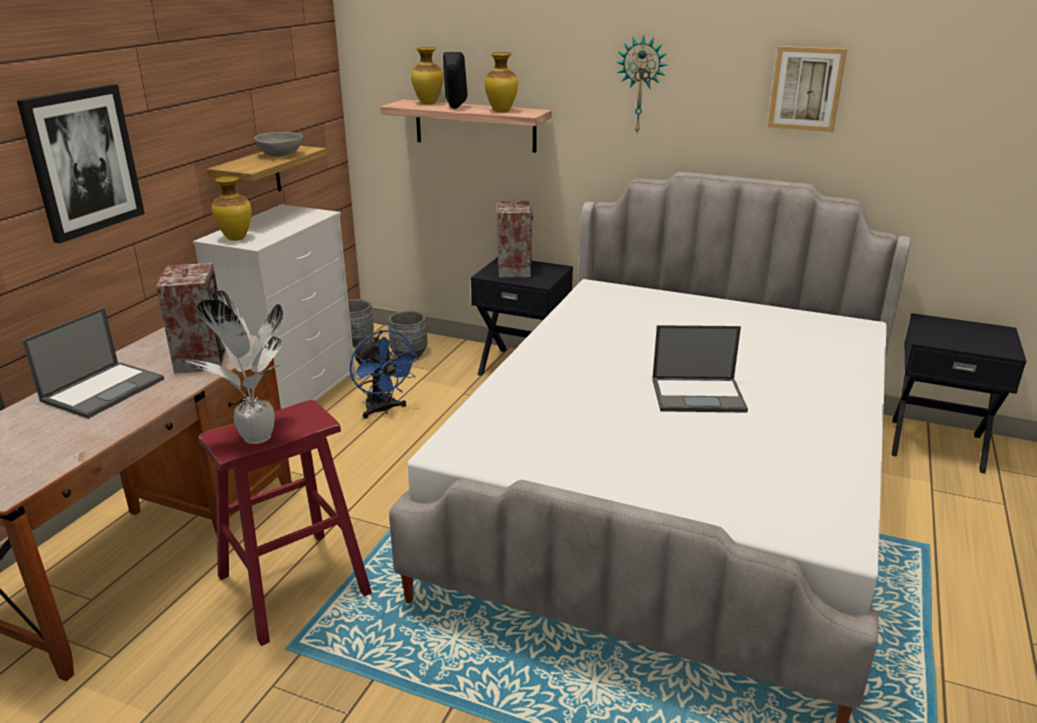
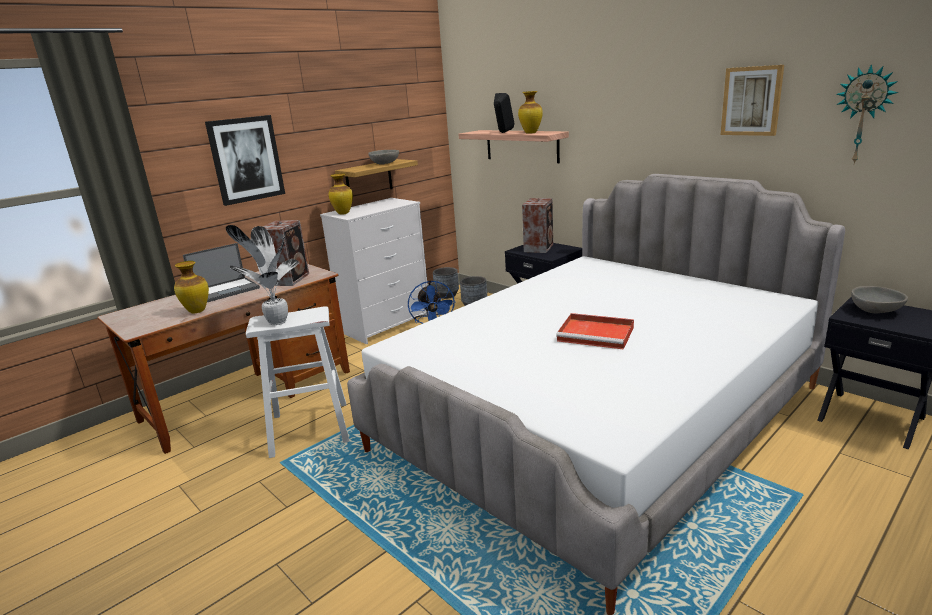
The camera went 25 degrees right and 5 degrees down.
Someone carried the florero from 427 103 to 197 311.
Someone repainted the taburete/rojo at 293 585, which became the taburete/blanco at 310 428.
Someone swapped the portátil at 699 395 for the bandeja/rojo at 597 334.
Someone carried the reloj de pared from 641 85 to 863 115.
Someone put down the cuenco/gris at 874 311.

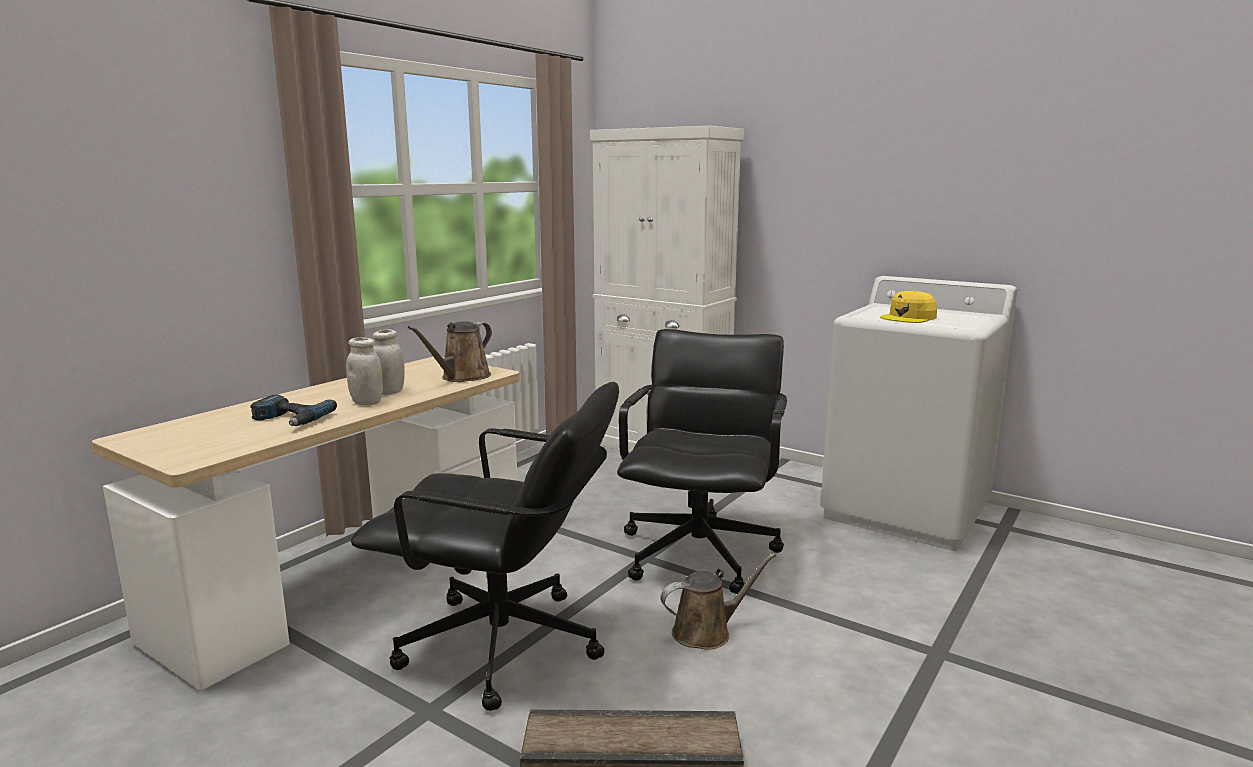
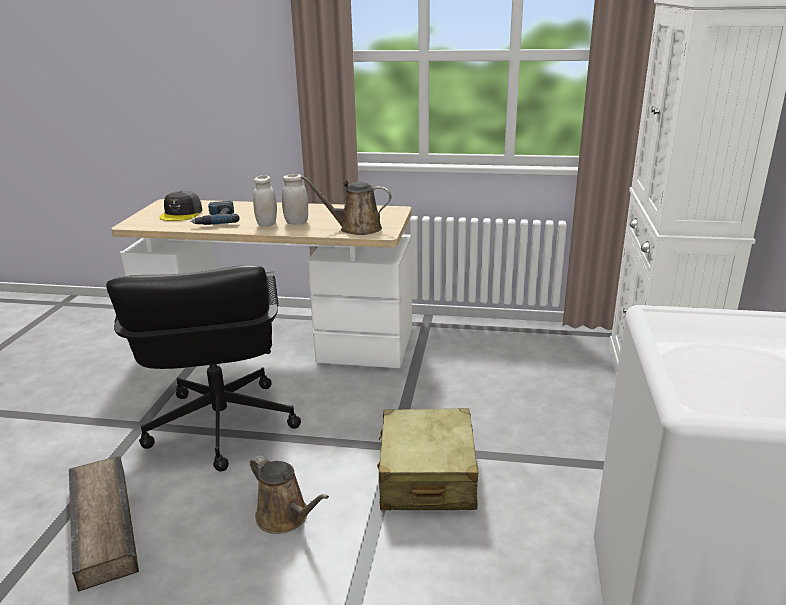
The camera went 65 degrees right and 10 degrees up.
Someone put down the gorra/gris at 181 213.
Someone swapped the silla de oficina/negro at 700 553 for the maleta/beis at 427 476.
Someone took away the gorra/amarillo at 908 318.

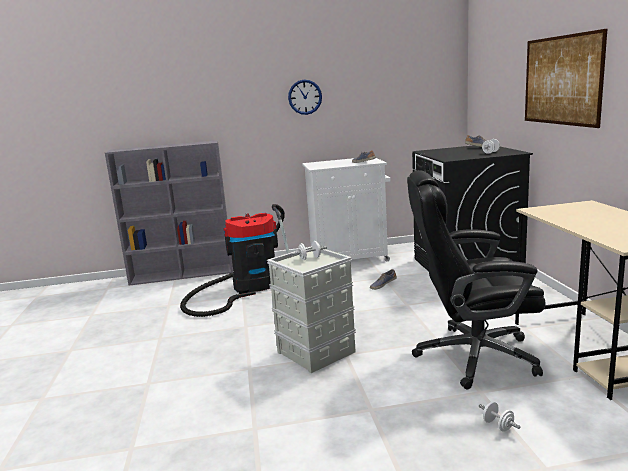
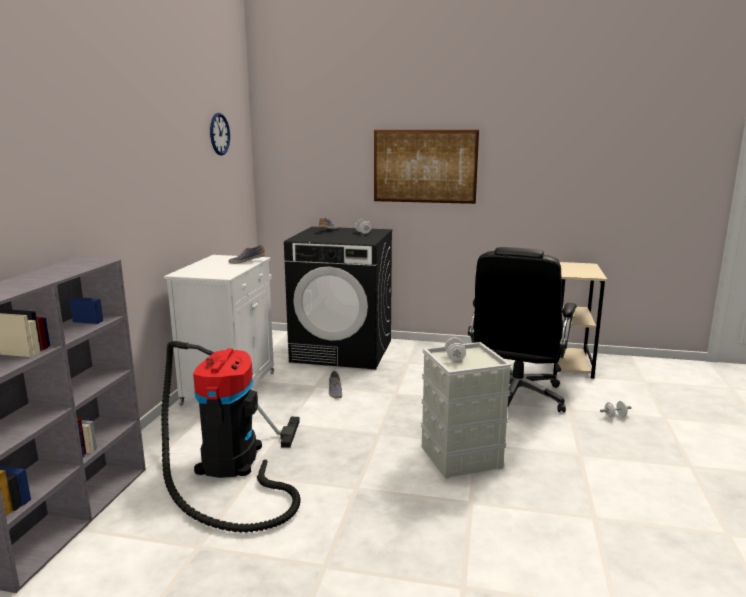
The camera went 70 degrees left and 0 degrees up.
Someone carried the reloj de pared from 305 97 to 219 134.

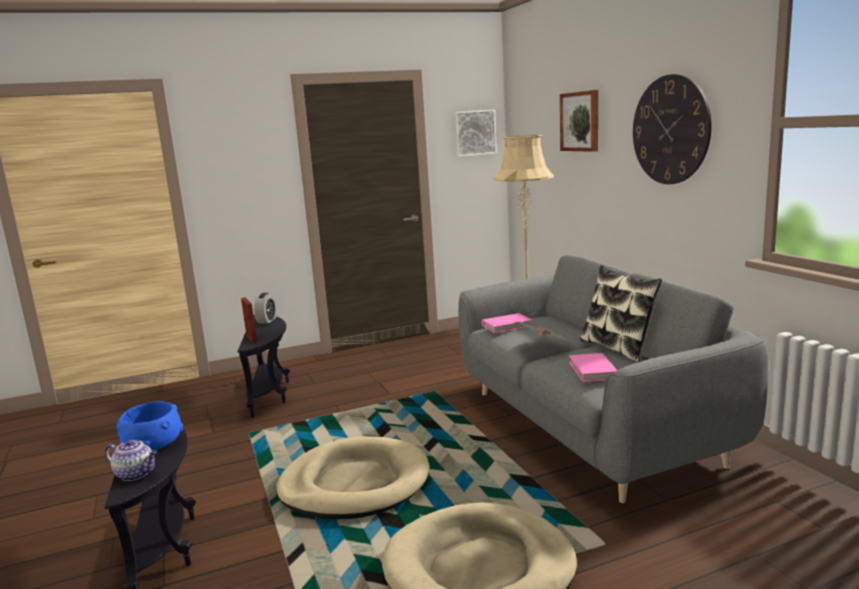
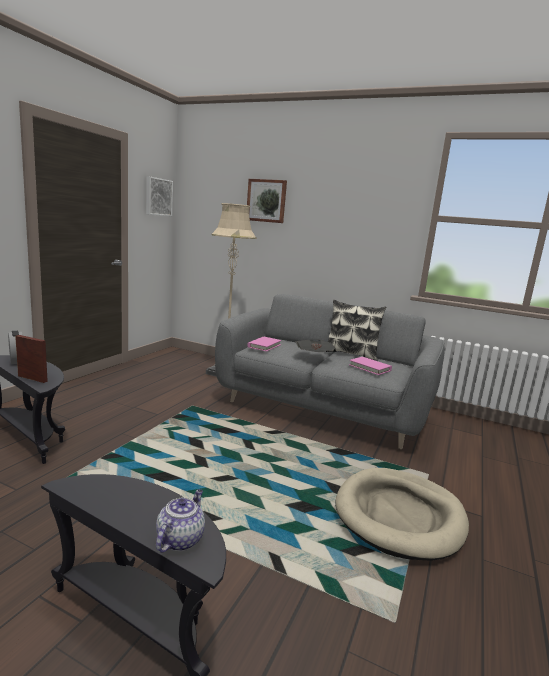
The camera went 45 degrees left and 0 degrees up.
Someone rotated the tetera at 136 474 by 45 degrees counterclockwise.
Someone took away the cuenco/azul at 153 443.
Someone took away the cama para perro/beis at 354 483.
Someone took away the reloj de pared at 670 130.

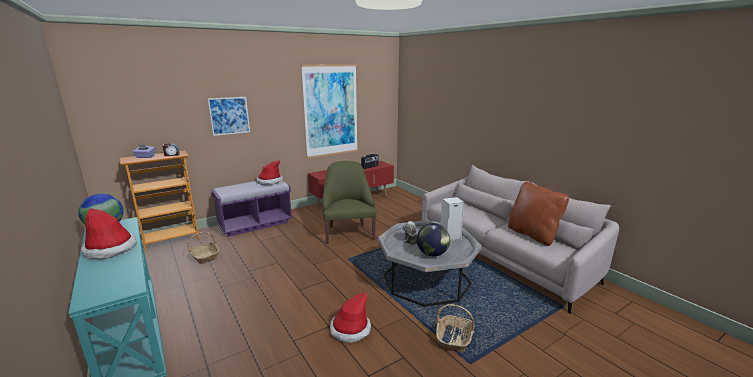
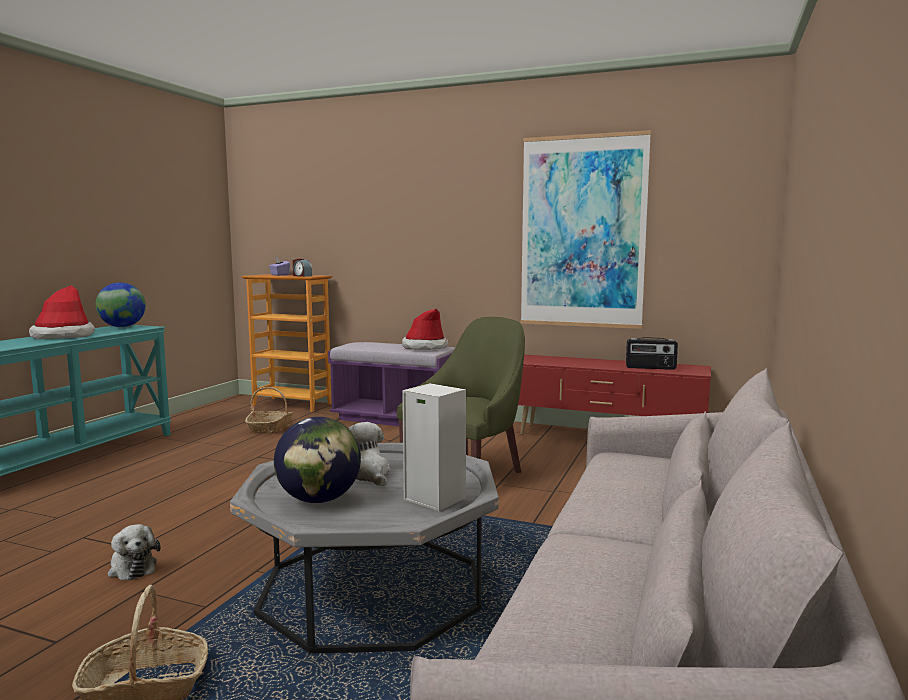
The camera went 55 degrees right and 10 degrees down.
Someone swapped the sombrero at 350 329 for the peluche at 132 567.
Someone took away the cuadro at 229 115.
Someone took away the cojín/marrón at 533 235.

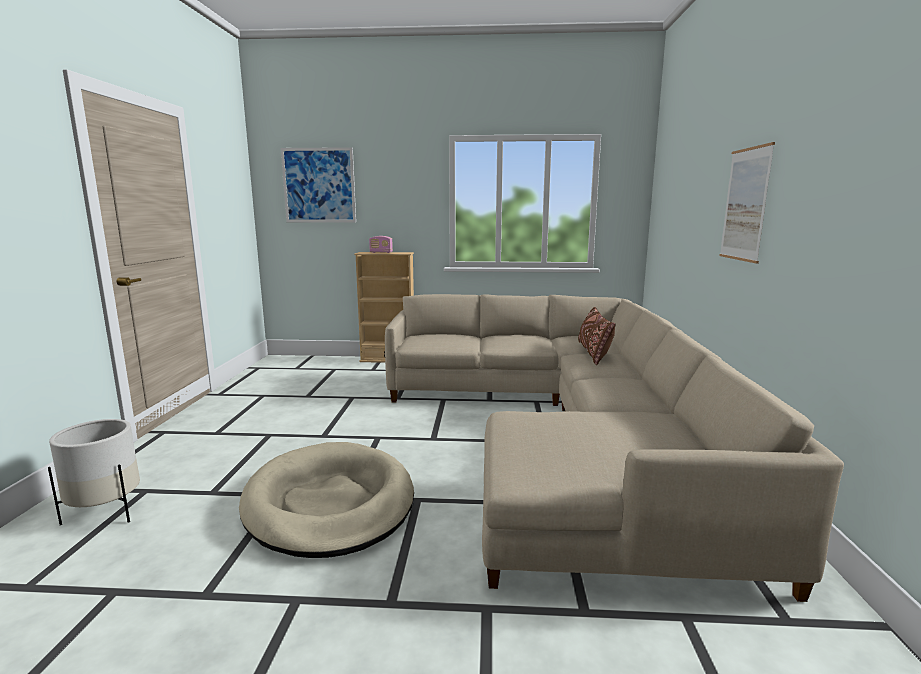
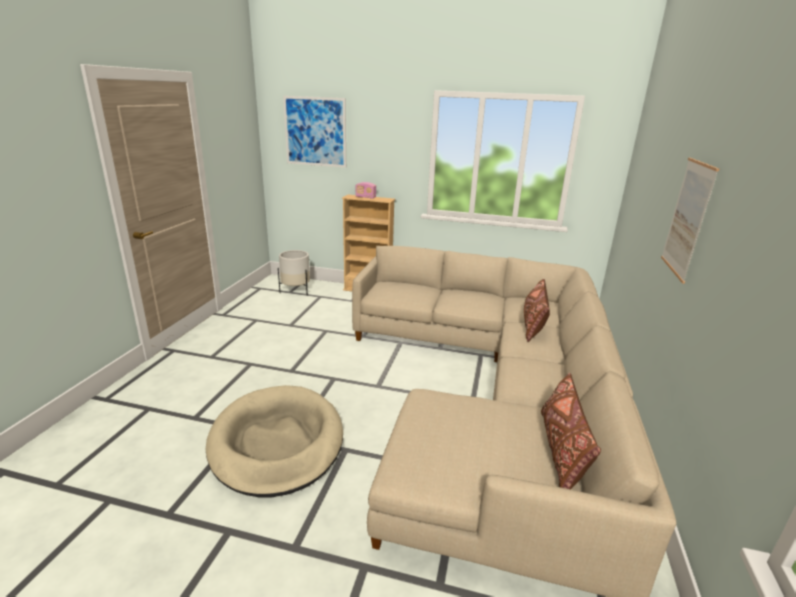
The camera went 10 degrees right and 10 degrees up.
Someone carried the maceta/blanco from 106 512 to 296 291.
Someone put down the cojín/marrón at 561 451.

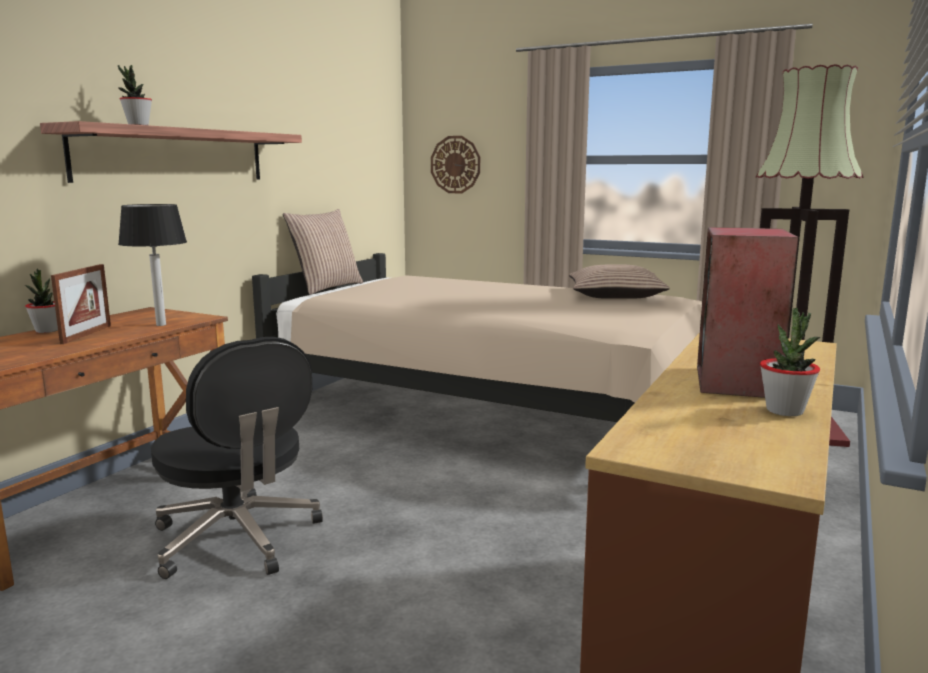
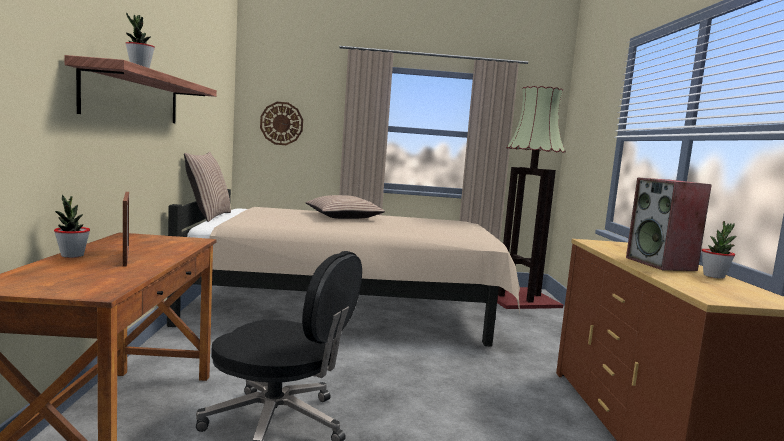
The camera went 30 degrees left and 5 degrees down.
Someone carried the cojín from 615 295 to 343 216.
Someone took away the lámpara de mesa at 160 325.

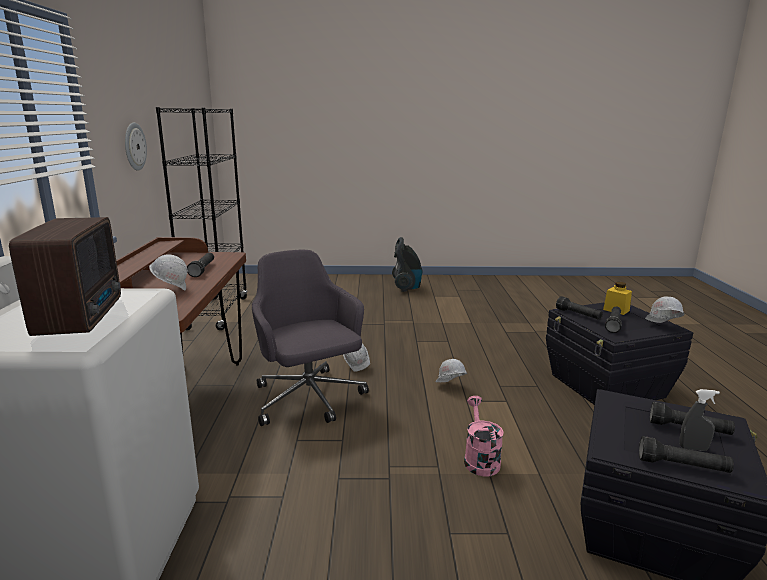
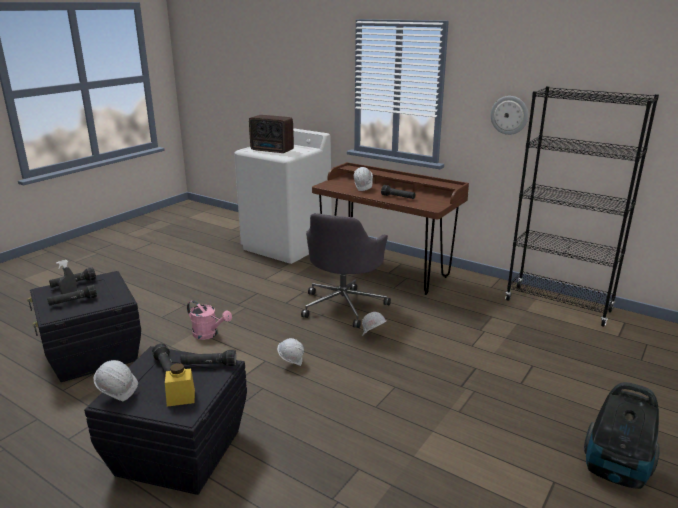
The camera went 125 degrees right and 5 degrees up.
Someone rotated the silla de oficina/gris at 309 399 by 105 degrees clockwise.

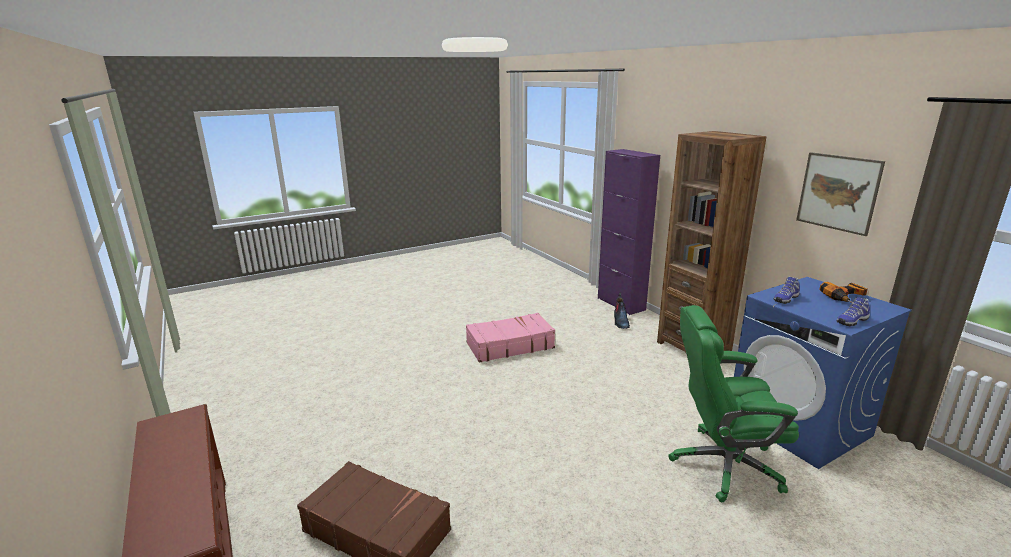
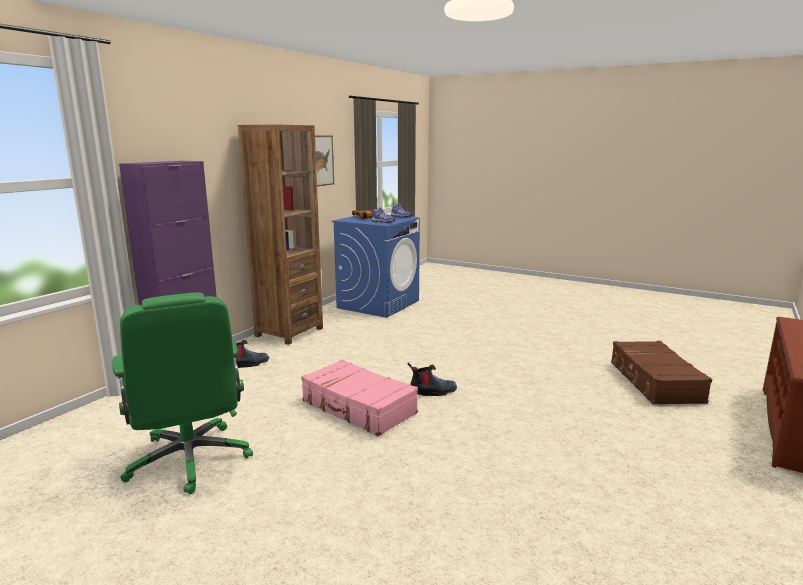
The camera went 120 degrees left and 5 degrees down.
Someone carried the silla de oficina/verde from 723 464 to 190 460.
Someone put down the bota at 432 392.

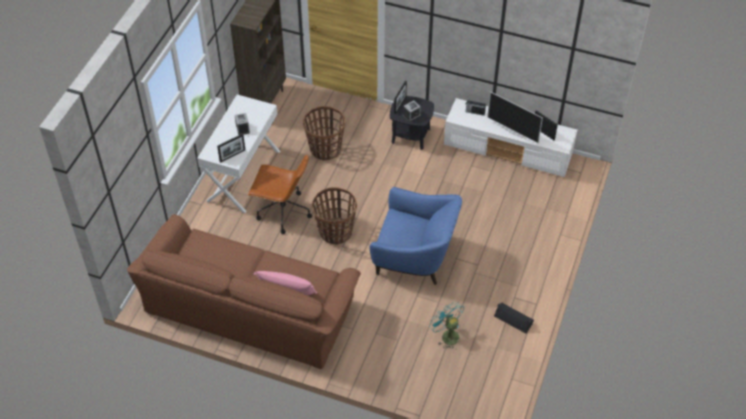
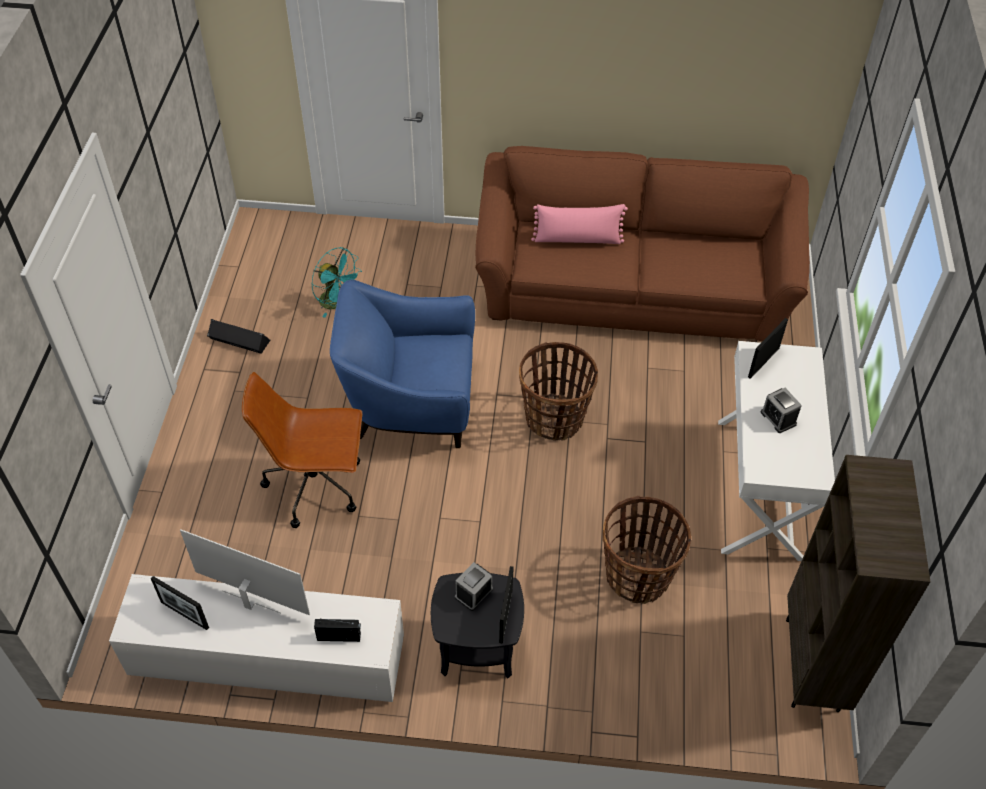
The camera went 165 degrees right and 0 degrees up.
Someone carried the silla de oficina/marrón from 282 212 to 316 485.

